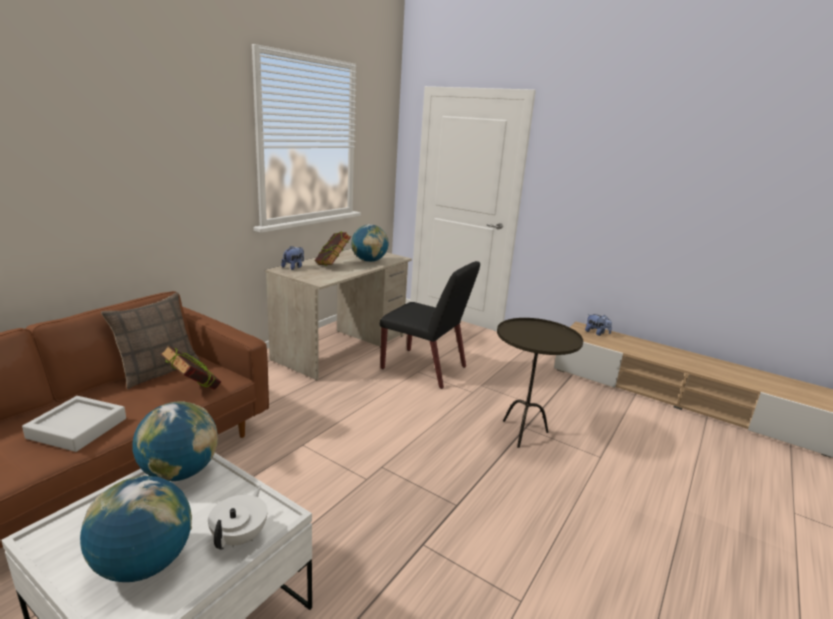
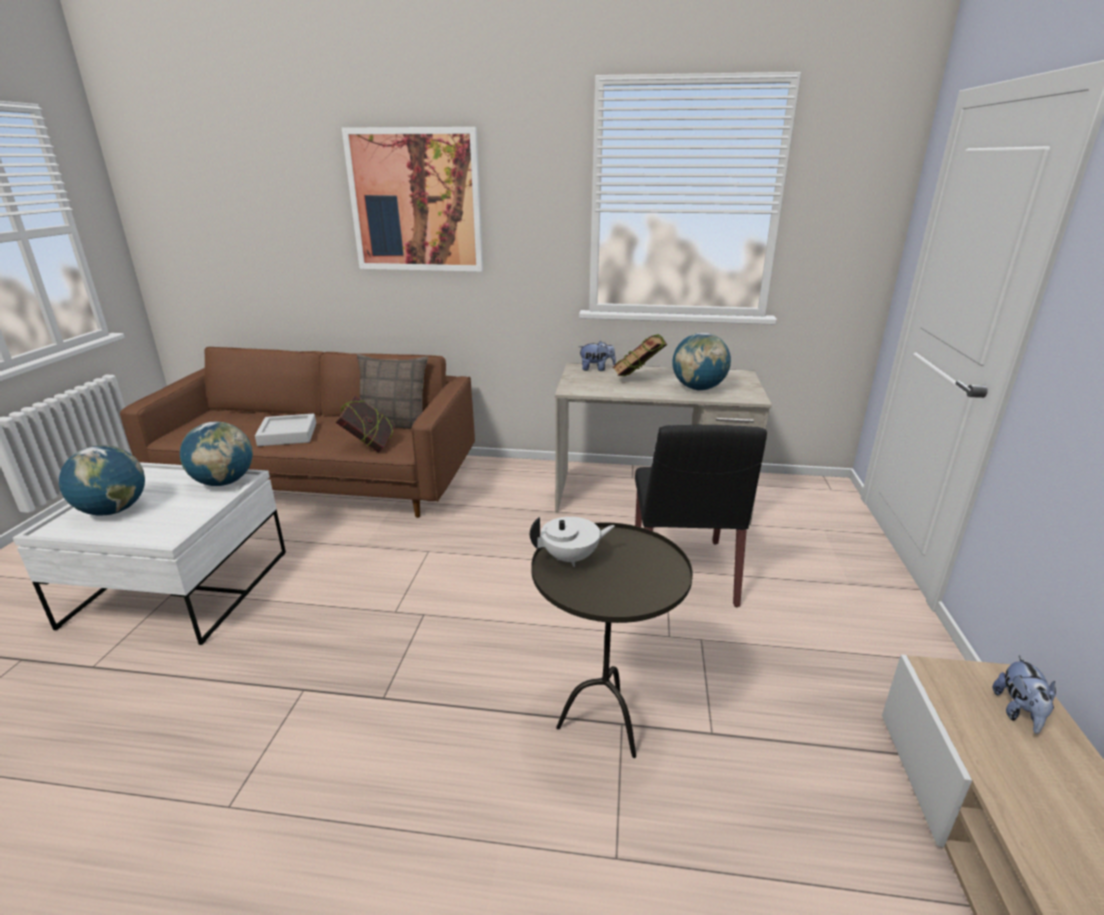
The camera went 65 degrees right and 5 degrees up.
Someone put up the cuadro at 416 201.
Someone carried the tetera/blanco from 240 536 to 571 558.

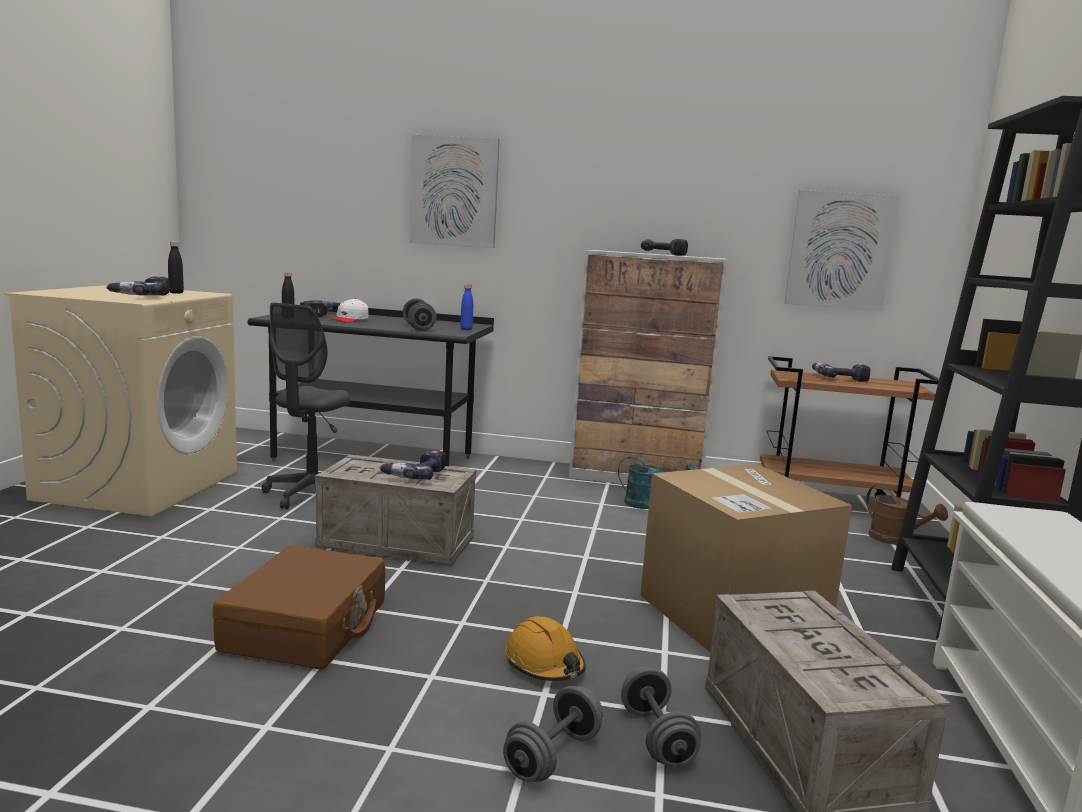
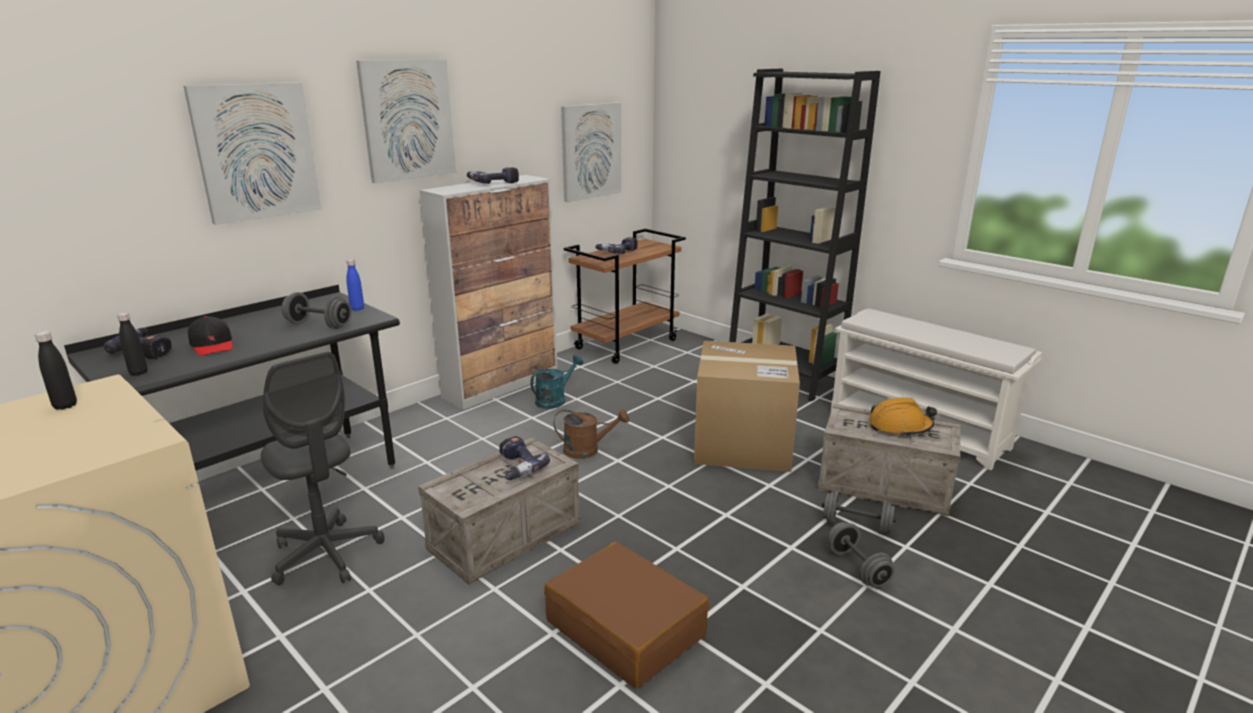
The camera went 55 degrees left and 10 degrees up.
Someone repainted the gorra/blanco at 349 320, which became the gorra/negro at 212 345.
Someone put up the cuadro at 407 120.
Someone carried the regadera/marrón from 895 540 to 588 450.
Someone carried the casco/naranja from 545 664 to 899 427.
Someone took away the taladro at 142 296.

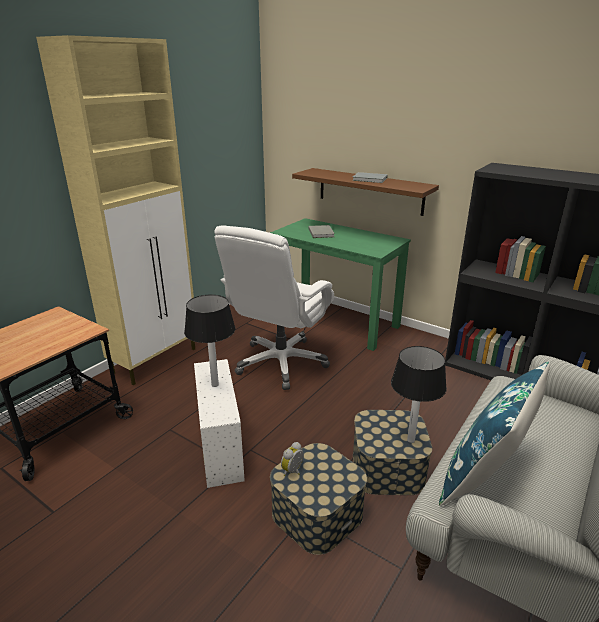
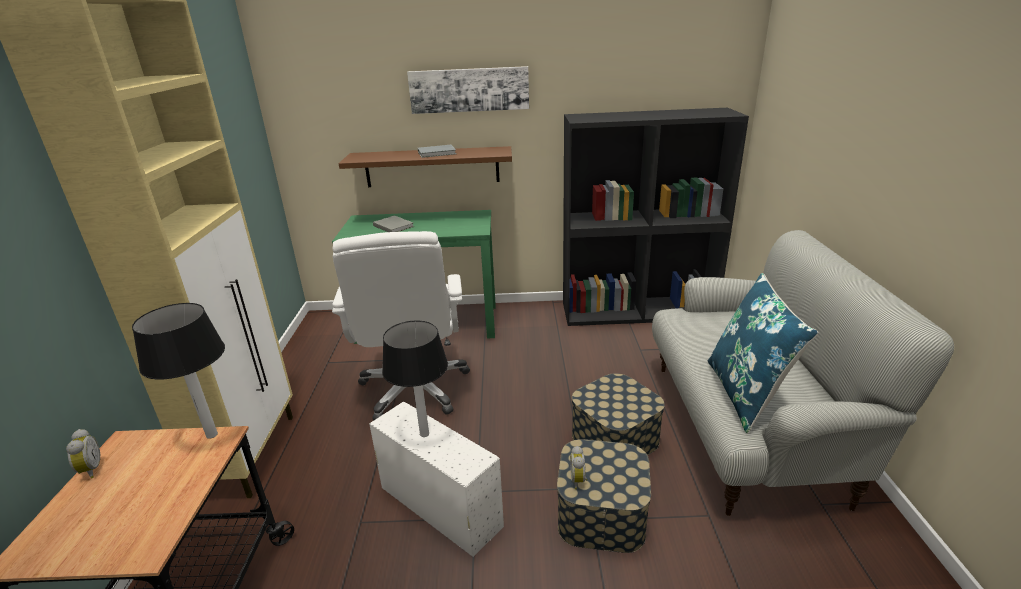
The camera went 35 degrees left and 0 degrees up.
Someone put down the despertador at 90 470.
Someone carried the lámpara de mesa from 410 439 to 211 434.
Someone put up the cuadro at 469 90.

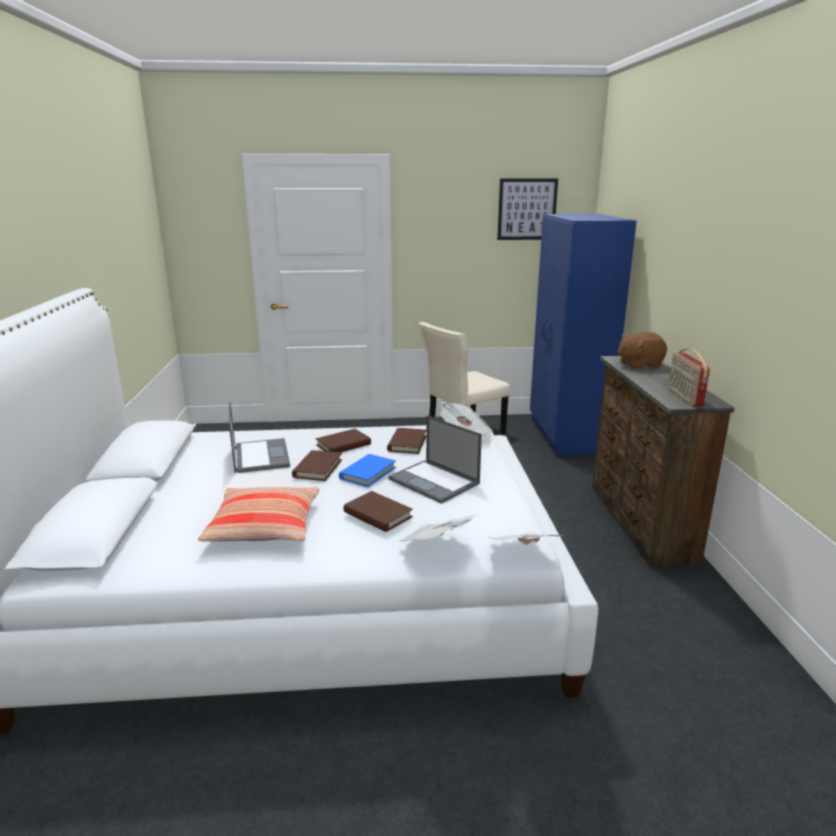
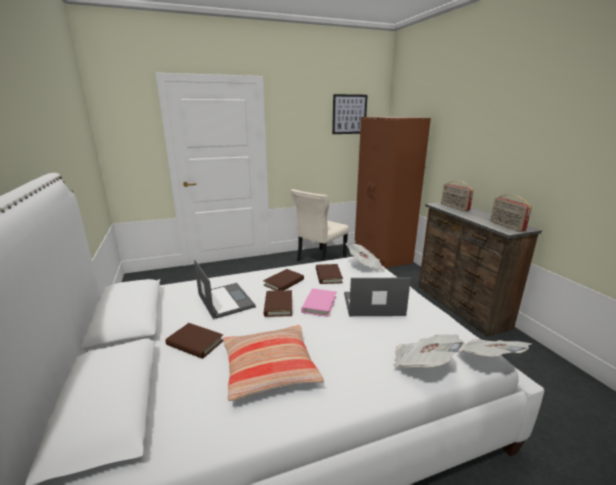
The camera went 15 degrees left and 0 degrees up.
Someone carried the libro/marrón from 377 515 to 195 343.
Someone repainted the libro/azul at 368 473, which became the libro/rosa at 319 304.
Someone rotated the portátil at 435 481 by 150 degrees clockwise.
Someone repainted the armario ropero/azul at 566 435, which became the armario ropero/marrón at 382 254.
Someone swapped the peluche/marrón at 639 365 for the radio at 454 207.

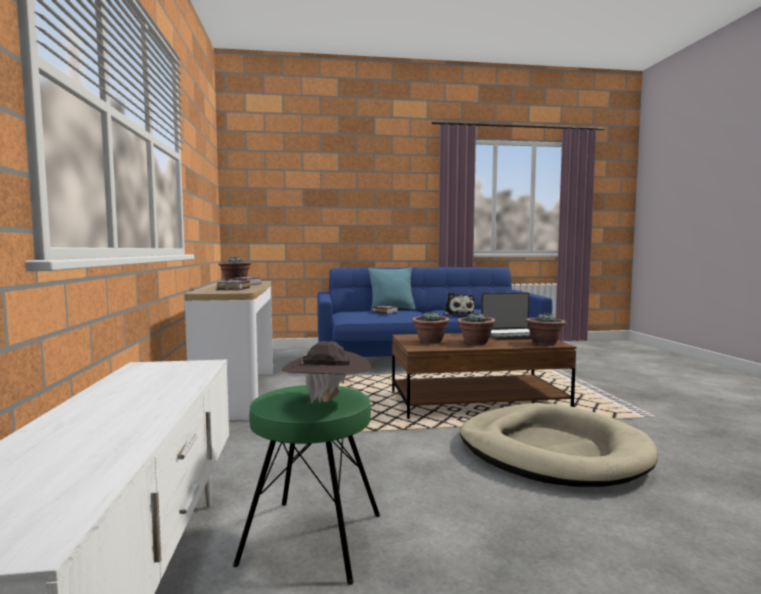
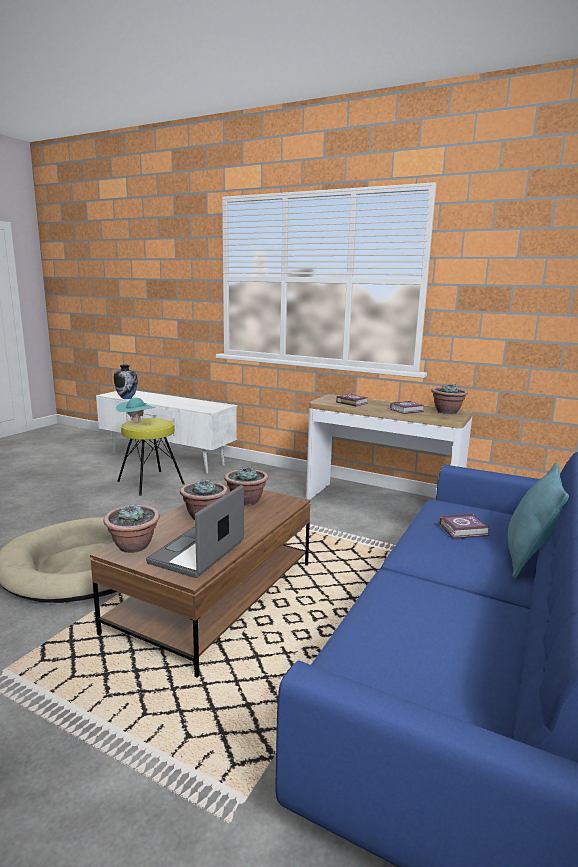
The camera went 125 degrees right and 10 degrees up.
Someone put down the florero at 127 398.
Someone repainted the sombrero/marrón at 327 402, which became the sombrero/turquesa at 136 422.
Someone repainted the taburete/verde at 311 538, which became the taburete/amarillo at 151 482.
Someone took away the peluche at 458 314.

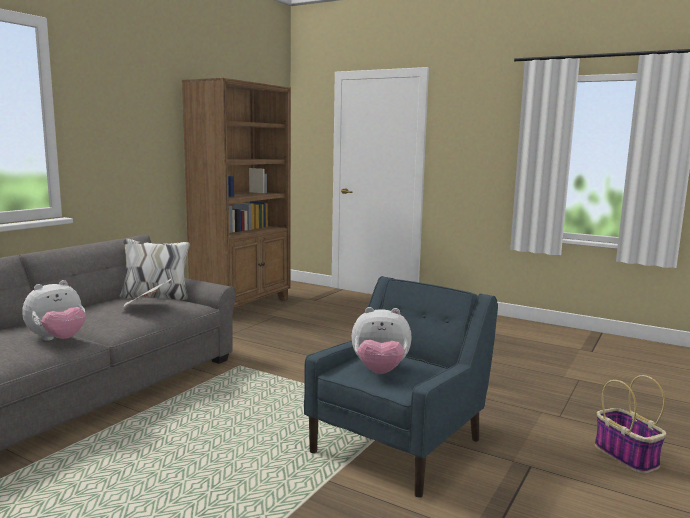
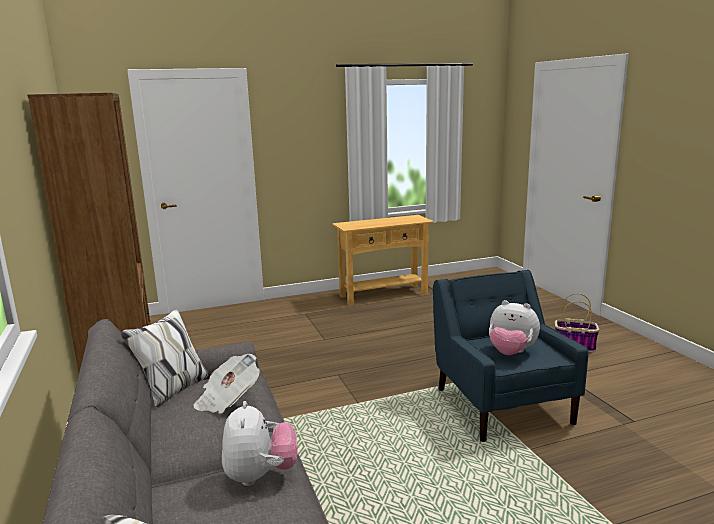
The camera went 50 degrees left and 5 degrees up.
Someone put down the mesa consola/beis at 383 295.
Someone rotated the peluche at 380 371 by 75 degrees clockwise.

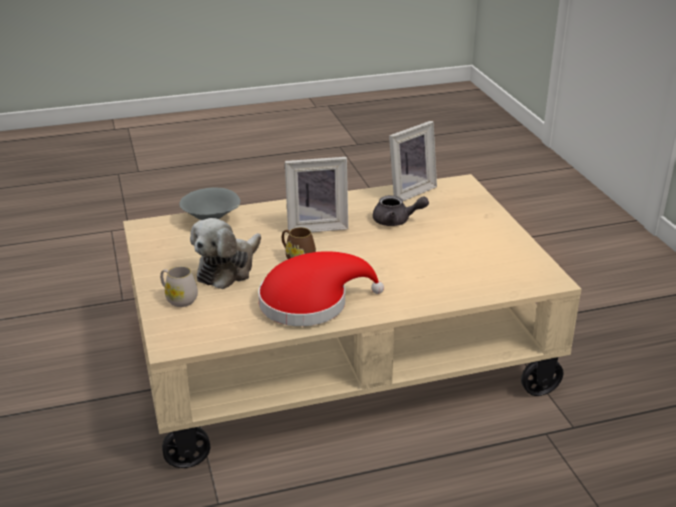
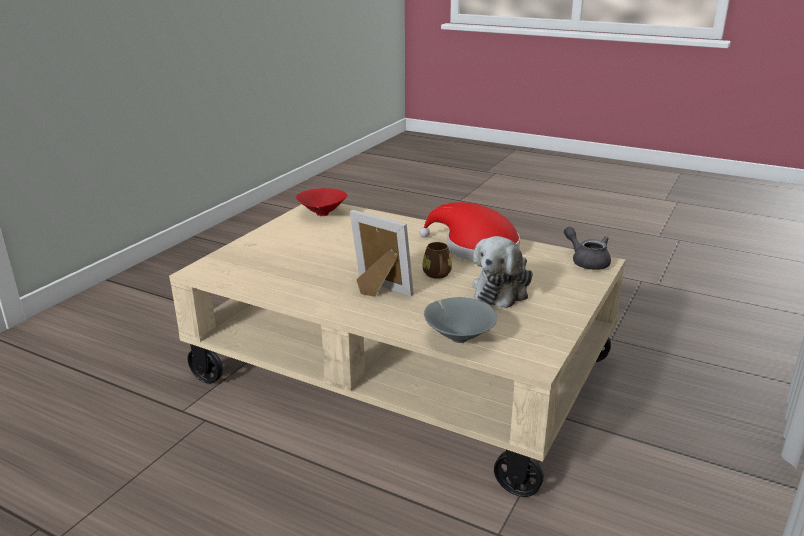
The camera went 135 degrees left and 5 degrees down.
Someone put down the cuenco/rojo at 322 214.
Someone rotated the peluche at 228 269 by 135 degrees clockwise.
Someone carried the tetera/gris from 396 221 to 587 261.
Someone took away the taza grande/blanco at 178 299.
Someone took away the portarretratos at 408 191.

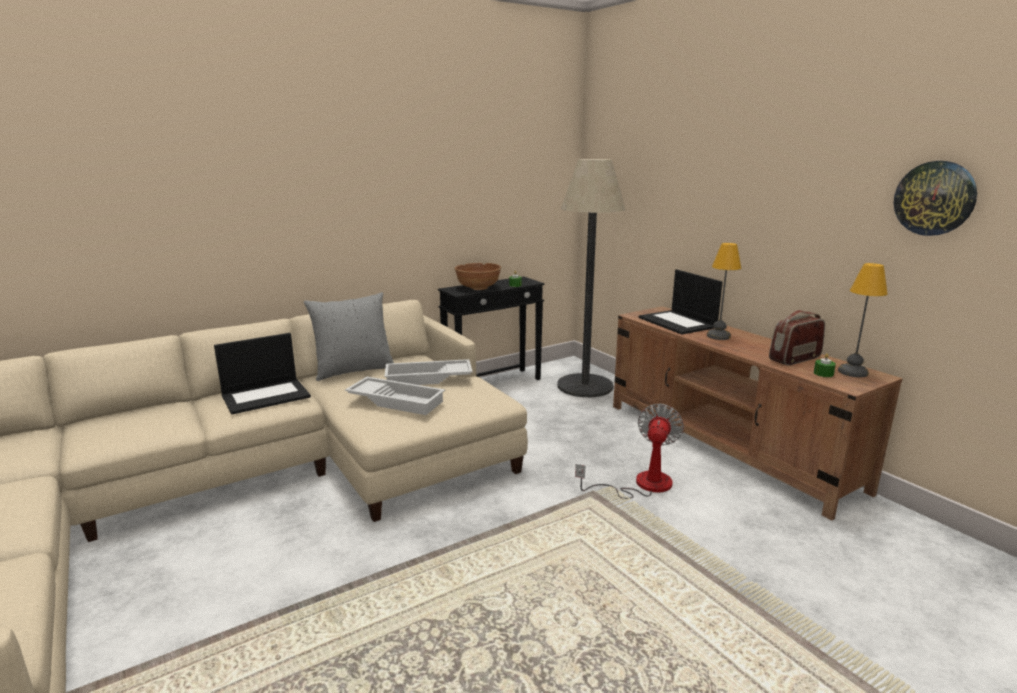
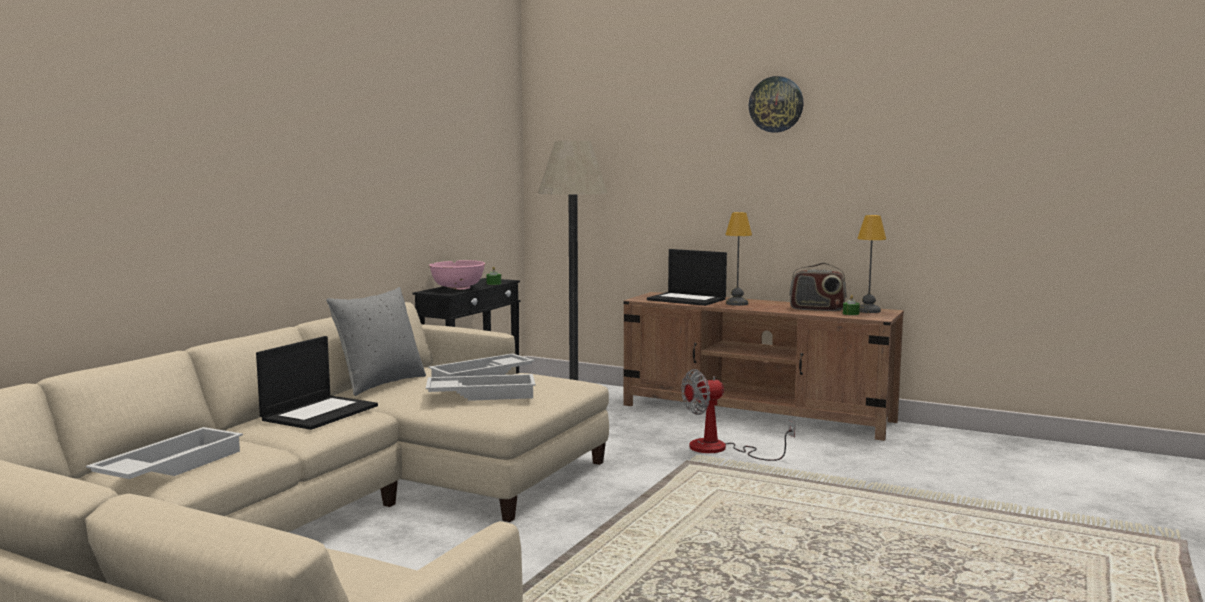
The camera went 30 degrees left and 10 degrees down.
Someone put down the bandeja/blanco at 169 466.
Someone repainted the cuenco/marrón at 478 287, which became the cuenco/rosa at 457 288.
Someone rotated the ventilador at 641 485 by 105 degrees counterclockwise.
Someone carried the reloj de pared from 934 198 to 776 104.
Someone rotated the radio at 794 359 by 105 degrees counterclockwise.

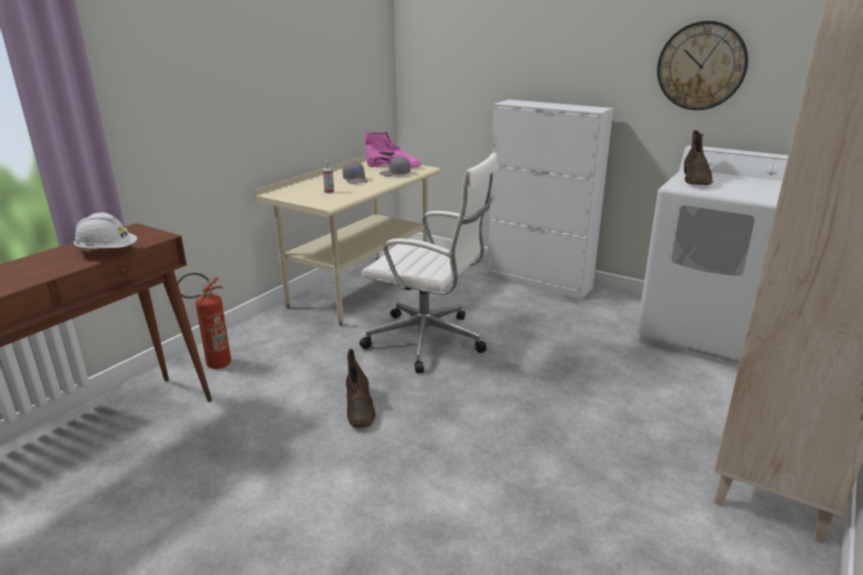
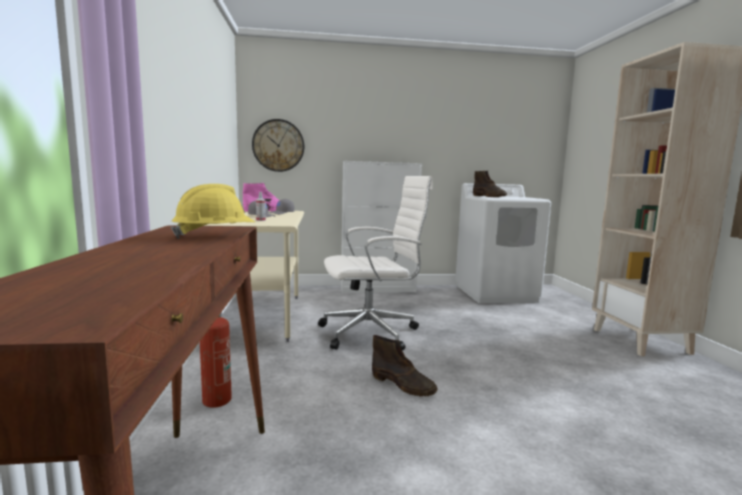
The camera went 40 degrees left and 15 degrees down.
Someone repainted the casco/blanco at 108 252, which became the casco/amarillo at 215 236.
Someone carried the reloj de pared from 701 66 to 278 145.

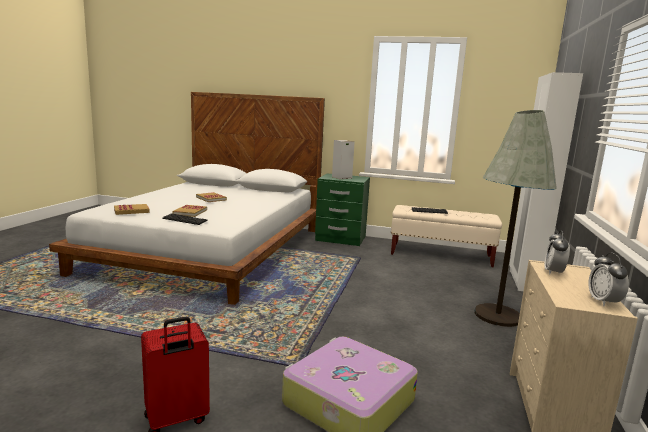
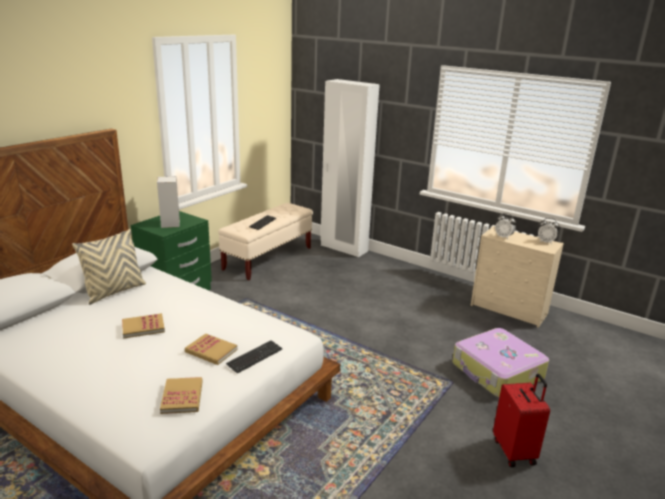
The camera went 70 degrees left and 10 degrees up.
Someone put down the cojín/beis at 114 292.
Someone took away the lámpara de pie/gris at 497 315.

